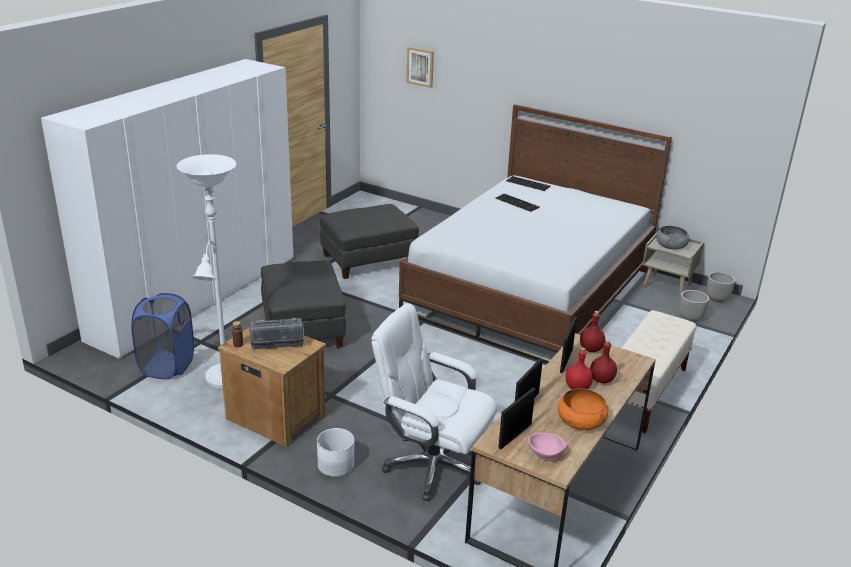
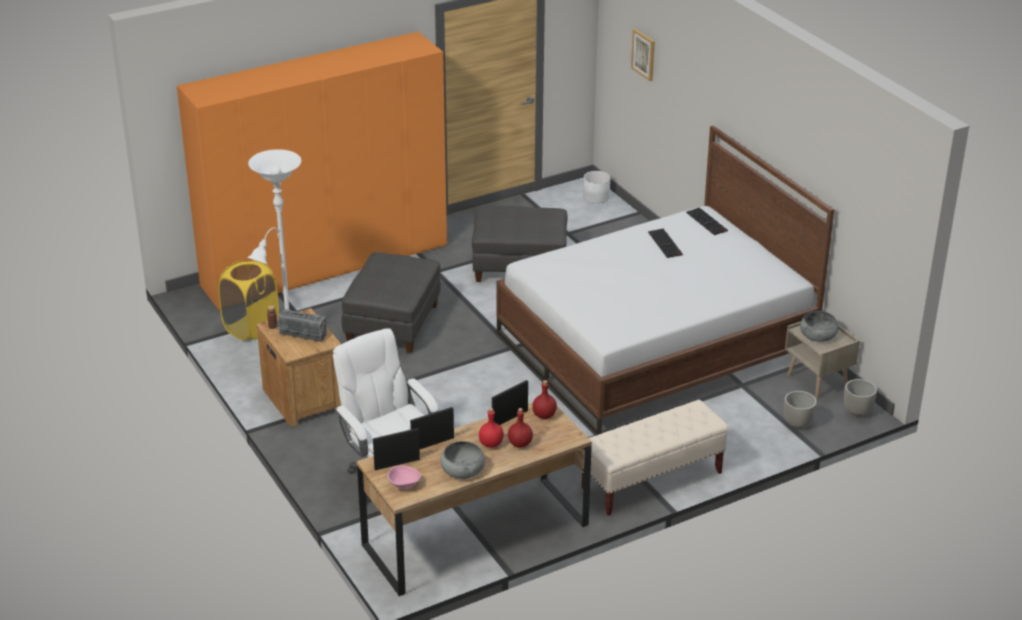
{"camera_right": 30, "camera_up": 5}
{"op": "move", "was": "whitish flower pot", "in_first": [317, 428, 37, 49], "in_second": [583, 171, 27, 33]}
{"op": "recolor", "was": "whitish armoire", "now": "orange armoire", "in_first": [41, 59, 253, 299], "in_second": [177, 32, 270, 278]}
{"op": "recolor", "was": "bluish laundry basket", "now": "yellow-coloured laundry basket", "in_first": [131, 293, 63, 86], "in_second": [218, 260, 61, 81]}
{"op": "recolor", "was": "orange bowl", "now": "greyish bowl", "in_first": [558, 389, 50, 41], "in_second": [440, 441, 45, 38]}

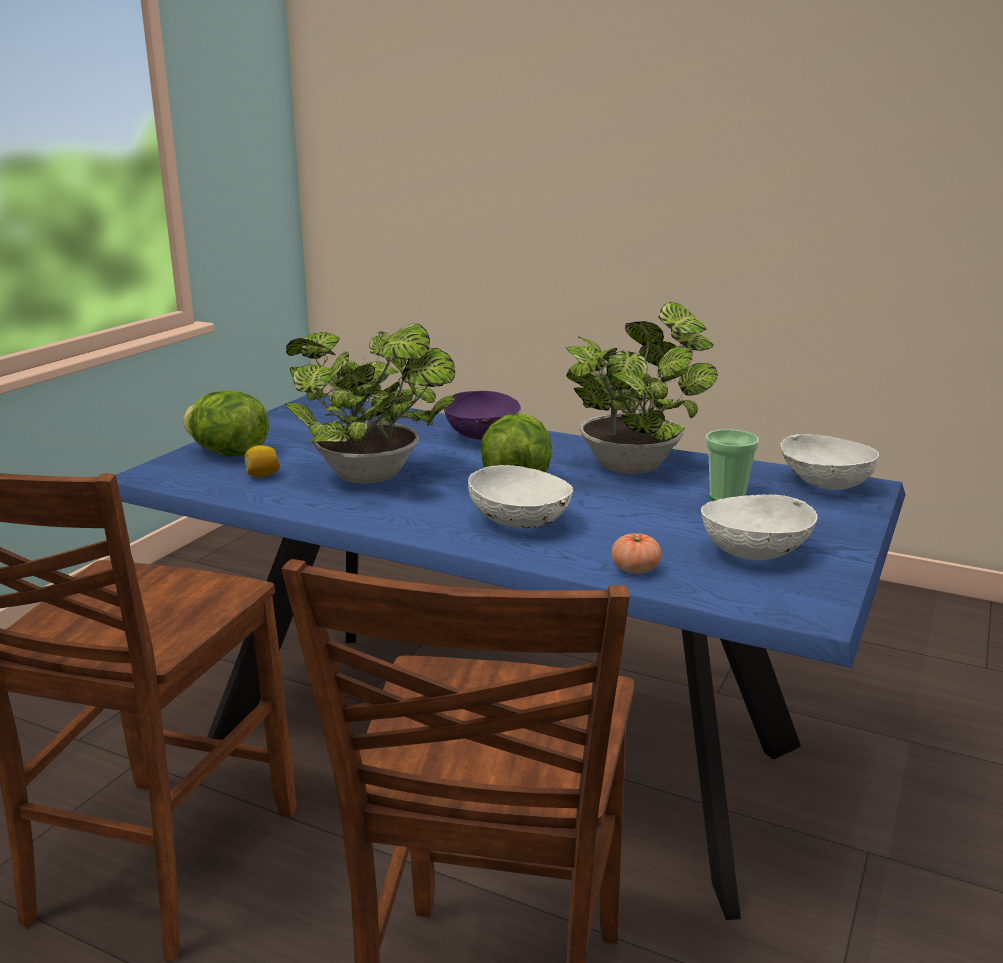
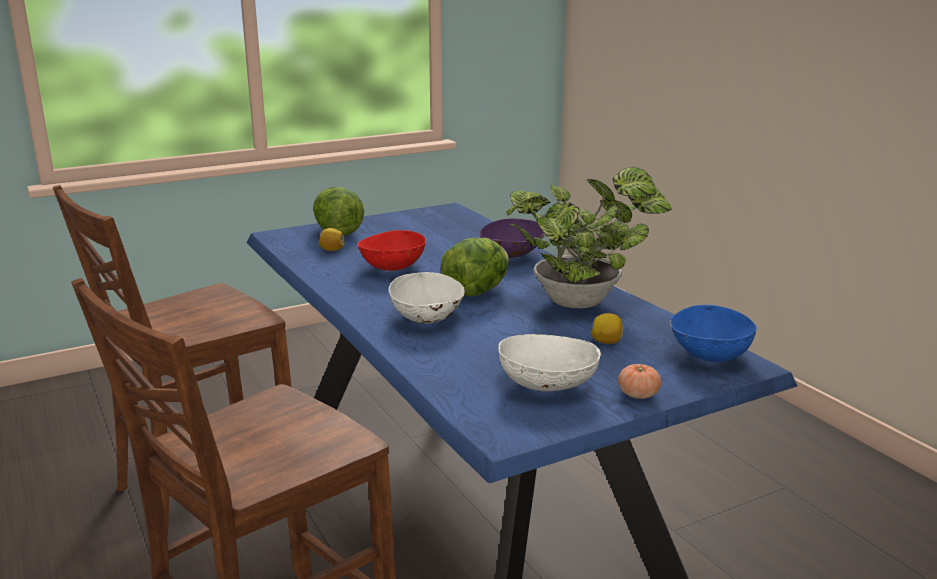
{"camera_right": 35, "camera_up": 0}
{"op": "move", "was": "fresh tomato", "in_first": [611, 533, 51, 41], "in_second": [618, 364, 43, 35]}
{"op": "replace", "was": "plant in a pot", "now": "red bowl", "in_first": [285, 324, 170, 159], "in_second": [357, 230, 69, 41]}
{"op": "replace", "was": "cup", "now": "lemon", "in_first": [705, 429, 54, 72], "in_second": [591, 313, 32, 31]}
{"op": "recolor", "was": "whitish bowl", "now": "bluish bowl", "in_first": [780, 434, 99, 56], "in_second": [670, 305, 87, 57]}

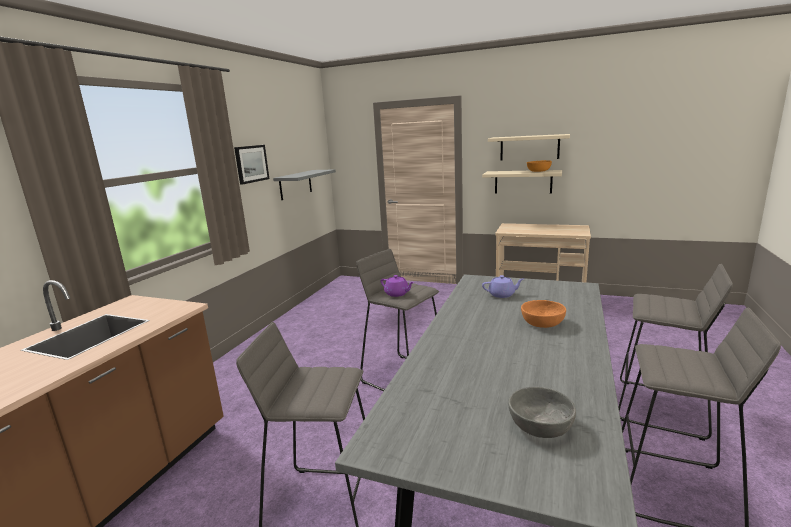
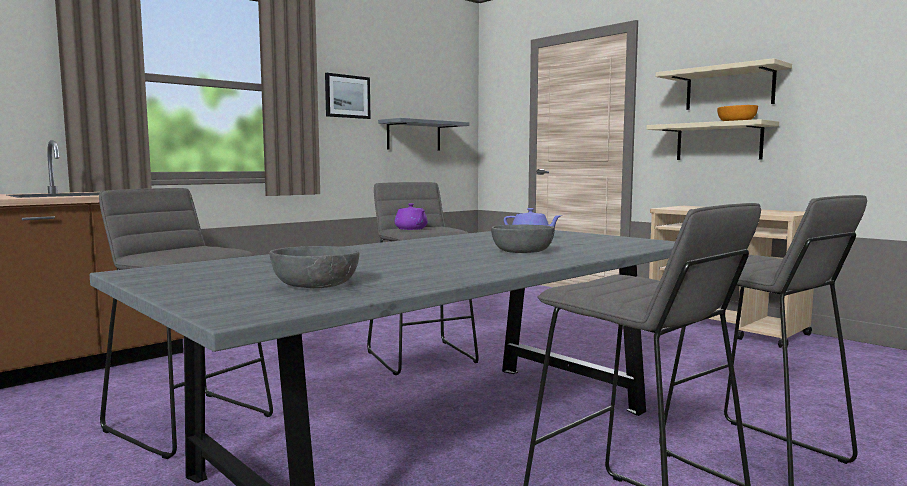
{"camera_right": 25, "camera_up": -10}
{"op": "recolor", "was": "orange bowl", "now": "greyish bowl", "in_first": [521, 300, 45, 28], "in_second": [491, 225, 64, 28]}

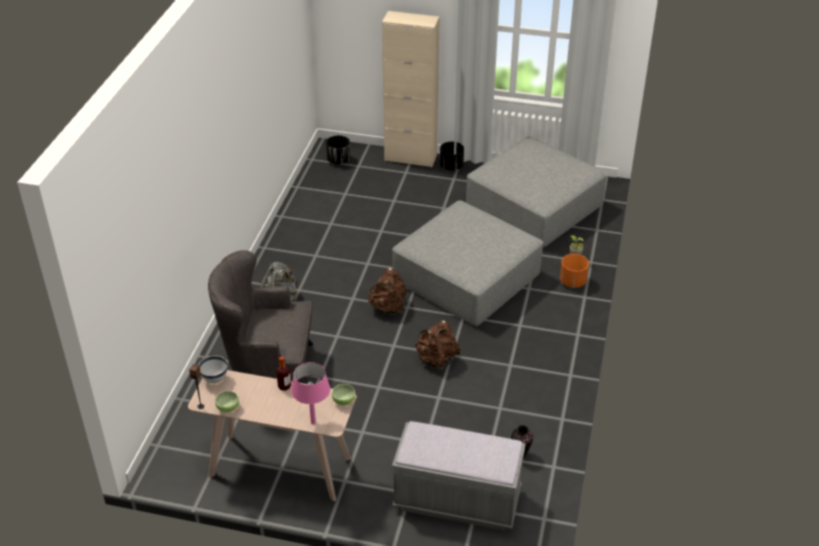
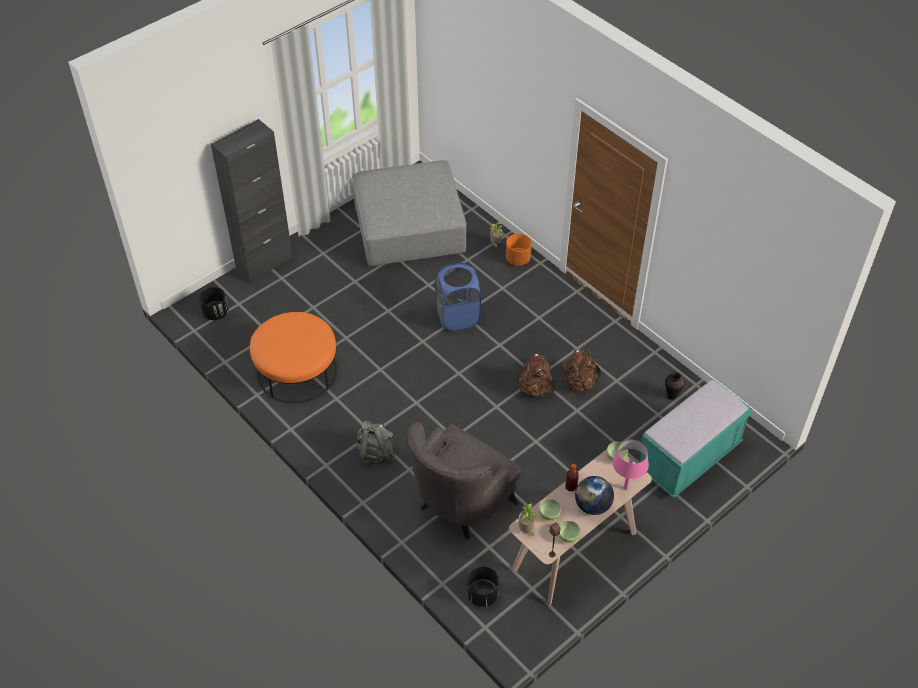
{"camera_right": -55, "camera_up": 10}
{"op": "insert", "now": "orange pouffe", "in_second": [250, 312, 87, 91]}
{"op": "insert", "now": "green-coloured bowl", "in_second": [539, 499, 22, 22]}
{"op": "insert", "now": "world globe", "in_second": [575, 476, 39, 39]}
{"op": "move", "was": "brown knapsack", "in_first": [368, 268, 39, 48], "in_second": [563, 349, 38, 43]}
{"op": "move", "was": "black-coloured flower pot", "in_first": [440, 141, 24, 30], "in_second": [467, 567, 32, 40]}
{"op": "replace", "was": "whitish bowl", "now": "plant in a pot", "in_first": [198, 355, 29, 28], "in_second": [518, 503, 18, 32]}
{"op": "replace", "was": "greyish pouffe", "now": "bluish laundry basket", "in_first": [392, 200, 151, 126], "in_second": [435, 263, 46, 68]}
{"op": "recolor", "was": "beige-coloured storage cabinet", "now": "black-coloured storage cabinet", "in_first": [382, 11, 58, 157], "in_second": [211, 119, 82, 164]}
{"op": "recolor", "was": "greyish bench", "now": "blue-green bench", "in_first": [392, 421, 133, 109], "in_second": [639, 379, 113, 119]}

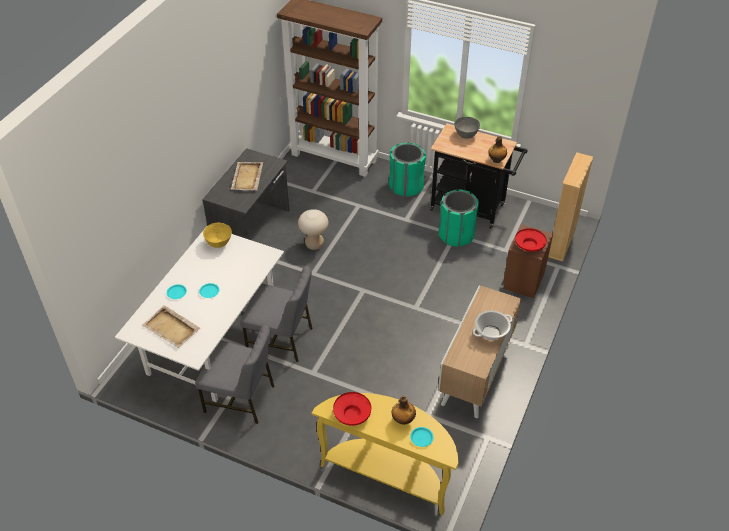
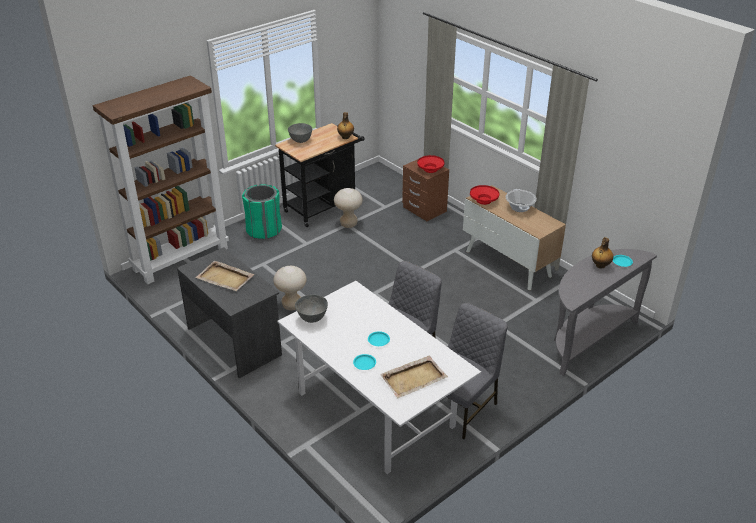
{"camera_right": -65, "camera_up": -10}
{"op": "delete", "was": "beige-coloured shelving unit", "in_first": [548, 152, 45, 110]}
{"op": "move", "was": "red bowl", "in_first": [333, 392, 38, 34], "in_second": [470, 185, 29, 20]}
{"op": "replace", "was": "green-coloured rubbish bin", "now": "beige-coloured stool", "in_first": [439, 189, 40, 58], "in_second": [334, 188, 29, 40]}
{"op": "recolor", "was": "yellow-coloured bowl", "now": "greyish bowl", "in_first": [203, 223, 29, 25], "in_second": [295, 295, 33, 28]}
{"op": "recolor", "was": "yellow-coloured console table", "now": "greyish console table", "in_first": [312, 393, 147, 123], "in_second": [554, 249, 103, 127]}

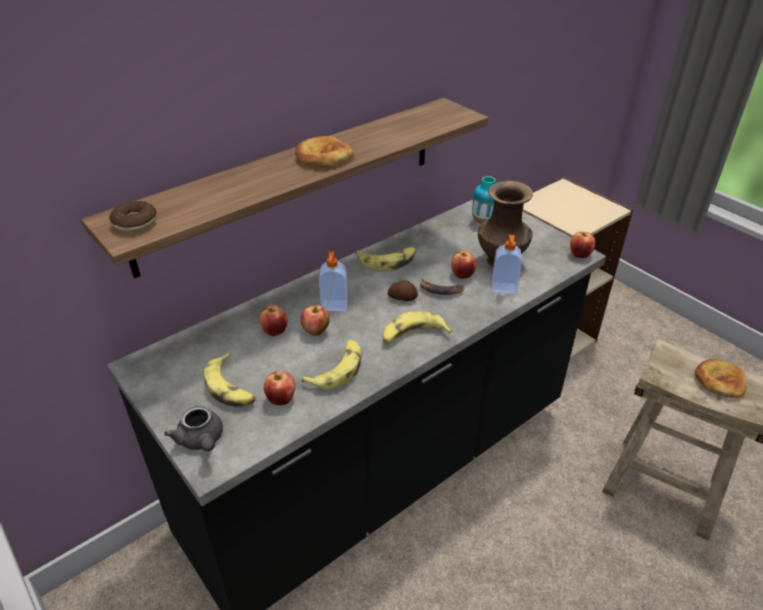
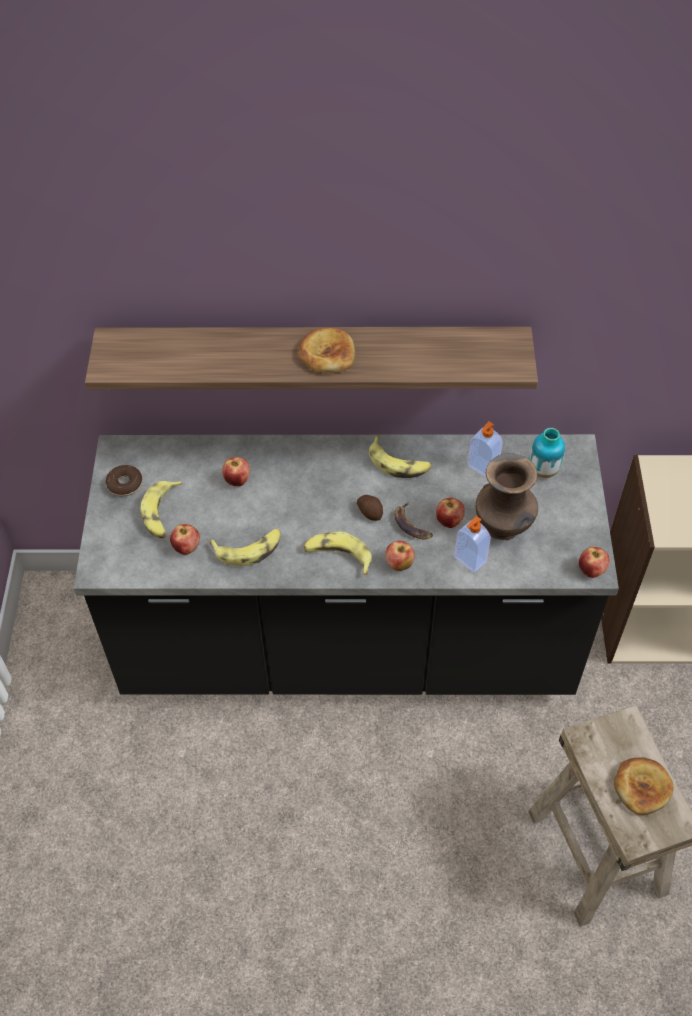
{"camera_right": 40, "camera_up": 15}
{"op": "delete", "was": "greyish teapot", "in_first": [164, 405, 59, 46]}
{"op": "move", "was": "ring doughnut", "in_first": [109, 201, 48, 31], "in_second": [106, 465, 36, 31]}
{"op": "move", "was": "apple fruit", "in_first": [300, 305, 30, 30], "in_second": [385, 541, 30, 30]}
{"op": "move", "was": "liquid soap bottle", "in_first": [319, 252, 29, 59], "in_second": [468, 421, 35, 56]}

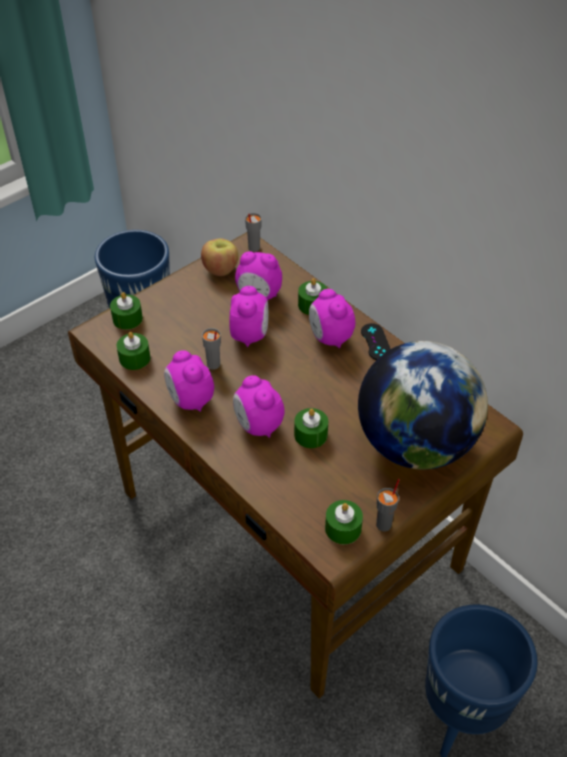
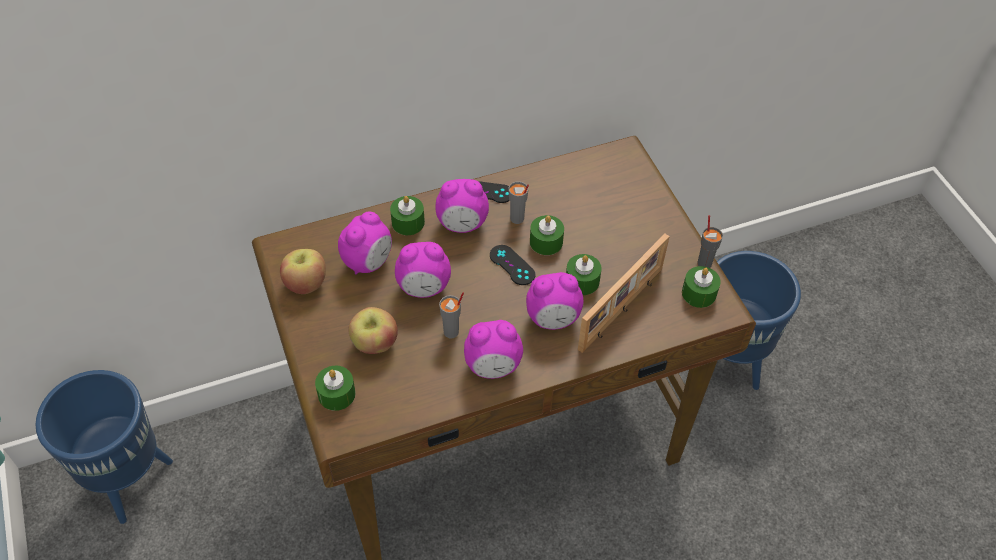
{"camera_right": -70, "camera_up": 5}
{"op": "delete", "was": "world globe", "in_first": [358, 341, 130, 129]}
{"op": "insert", "now": "apple fruit", "in_second": [348, 307, 50, 47]}
{"op": "insert", "now": "black-coloured gamepad", "in_second": [490, 245, 45, 40]}
{"op": "insert", "now": "picture frame", "in_second": [578, 234, 92, 119]}
{"op": "move", "was": "green-coloured candle", "in_first": [117, 332, 33, 38], "in_second": [530, 215, 34, 40]}
{"op": "move", "was": "greyish cup", "in_first": [245, 213, 17, 39], "in_second": [509, 181, 20, 43]}
{"op": "rotate", "was": "alarm clock", "in_first": [229, 286, 40, 61], "in_second": [395, 242, 56, 56], "clockwise": 150}

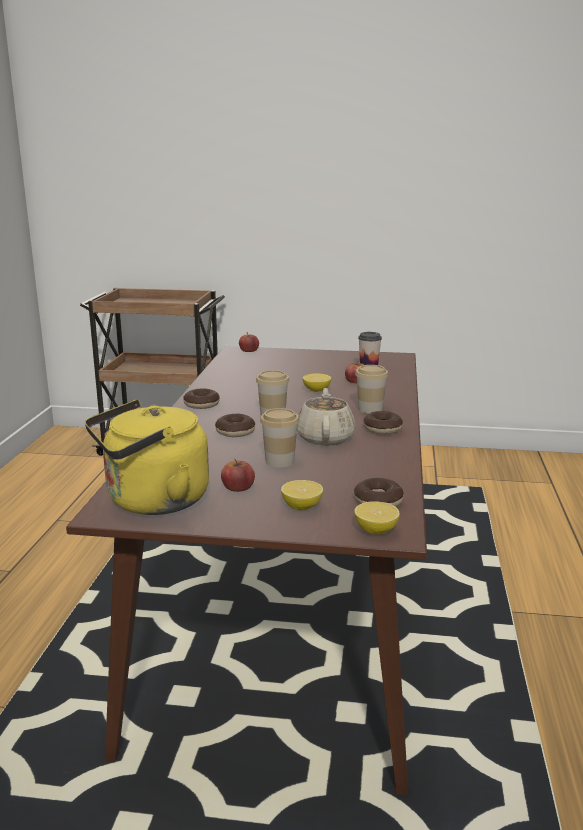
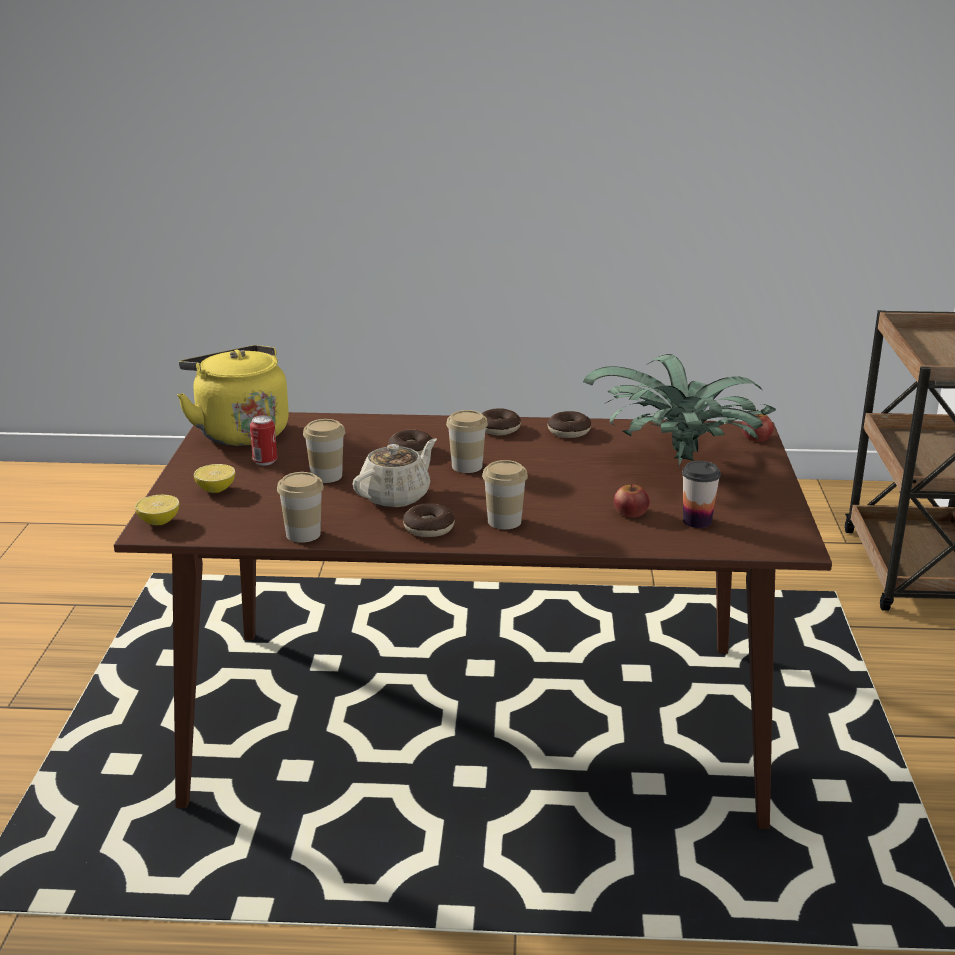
{"camera_right": 85, "camera_up": 5}
{"op": "delete", "was": "lemon", "in_first": [303, 373, 28, 19]}
{"op": "insert", "now": "cup", "in_second": [277, 472, 47, 71]}
{"op": "insert", "now": "plant in a pot", "in_second": [583, 354, 193, 115]}
{"op": "move", "was": "ring doughnut", "in_first": [354, 478, 50, 29], "in_second": [548, 411, 43, 27]}
{"op": "replace", "was": "apple fruit", "now": "can", "in_first": [221, 459, 34, 33], "in_second": [250, 415, 27, 51]}
{"op": "rotate", "was": "beige-coloured teapot", "in_first": [297, 388, 59, 58], "in_second": [352, 438, 85, 69], "clockwise": -45}

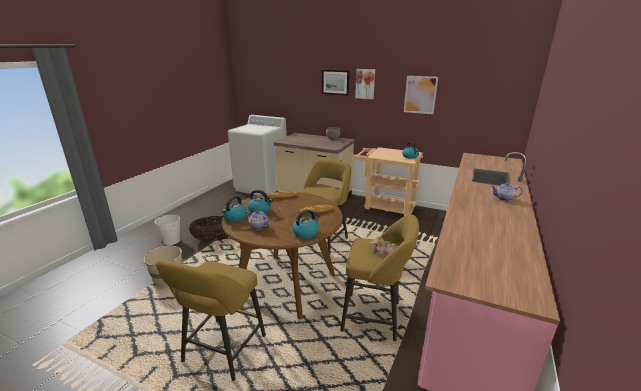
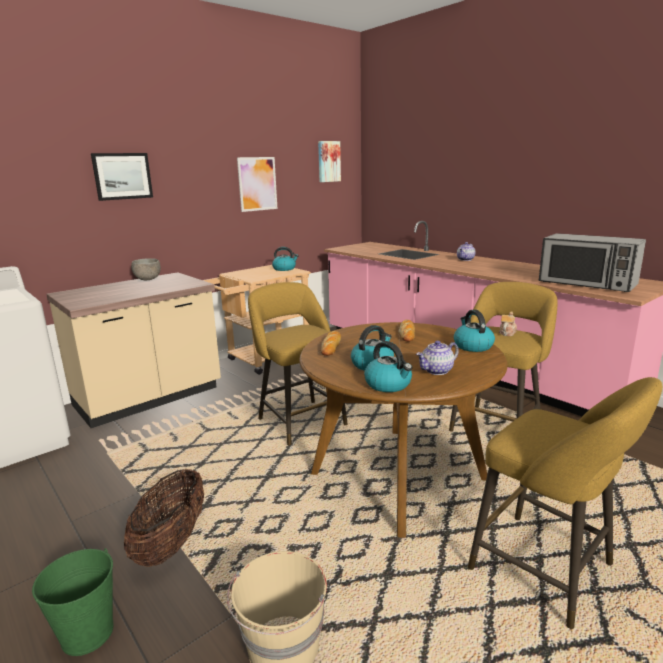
{"camera_right": -65, "camera_up": -5}
{"op": "insert", "now": "microwave oven", "in_second": [539, 233, 107, 59]}
{"op": "move", "was": "wall picture", "in_first": [355, 69, 20, 30], "in_second": [318, 141, 23, 41]}
{"op": "recolor", "was": "whitish water bucket", "now": "green-coloured water bucket", "in_first": [155, 215, 25, 30], "in_second": [32, 548, 82, 108]}

